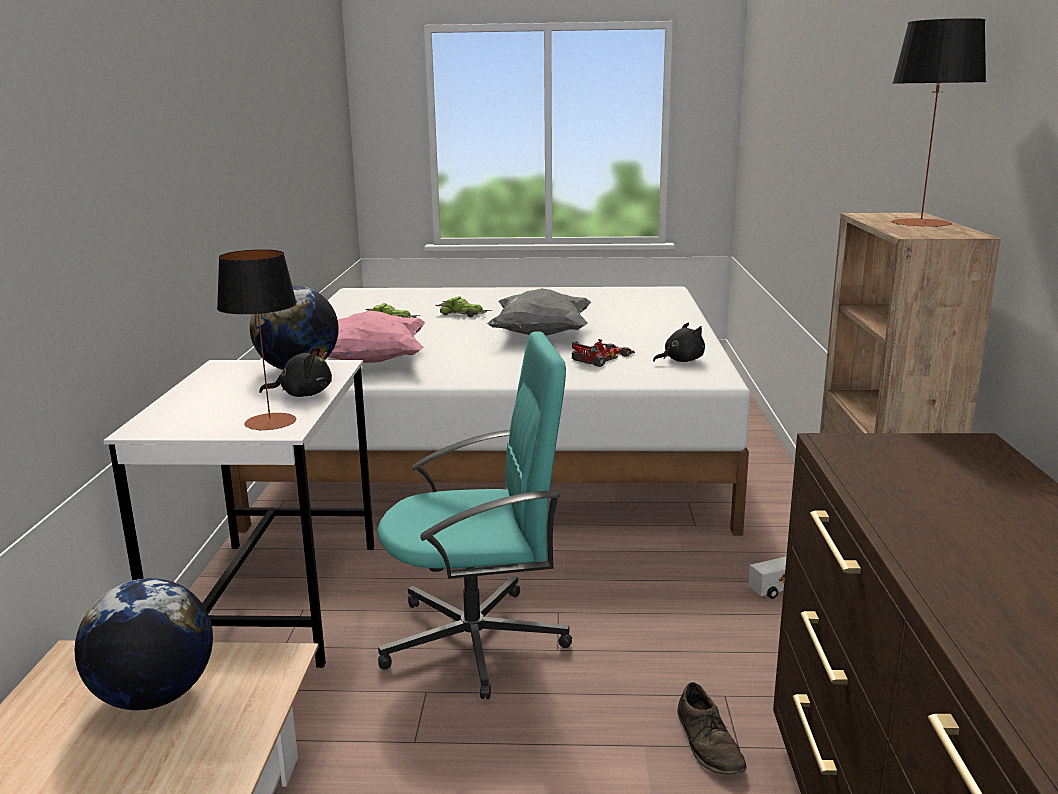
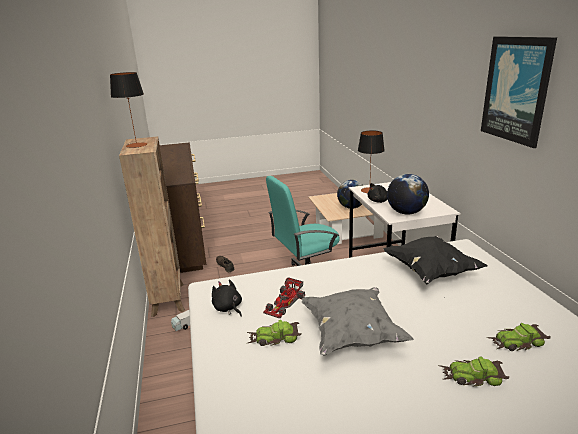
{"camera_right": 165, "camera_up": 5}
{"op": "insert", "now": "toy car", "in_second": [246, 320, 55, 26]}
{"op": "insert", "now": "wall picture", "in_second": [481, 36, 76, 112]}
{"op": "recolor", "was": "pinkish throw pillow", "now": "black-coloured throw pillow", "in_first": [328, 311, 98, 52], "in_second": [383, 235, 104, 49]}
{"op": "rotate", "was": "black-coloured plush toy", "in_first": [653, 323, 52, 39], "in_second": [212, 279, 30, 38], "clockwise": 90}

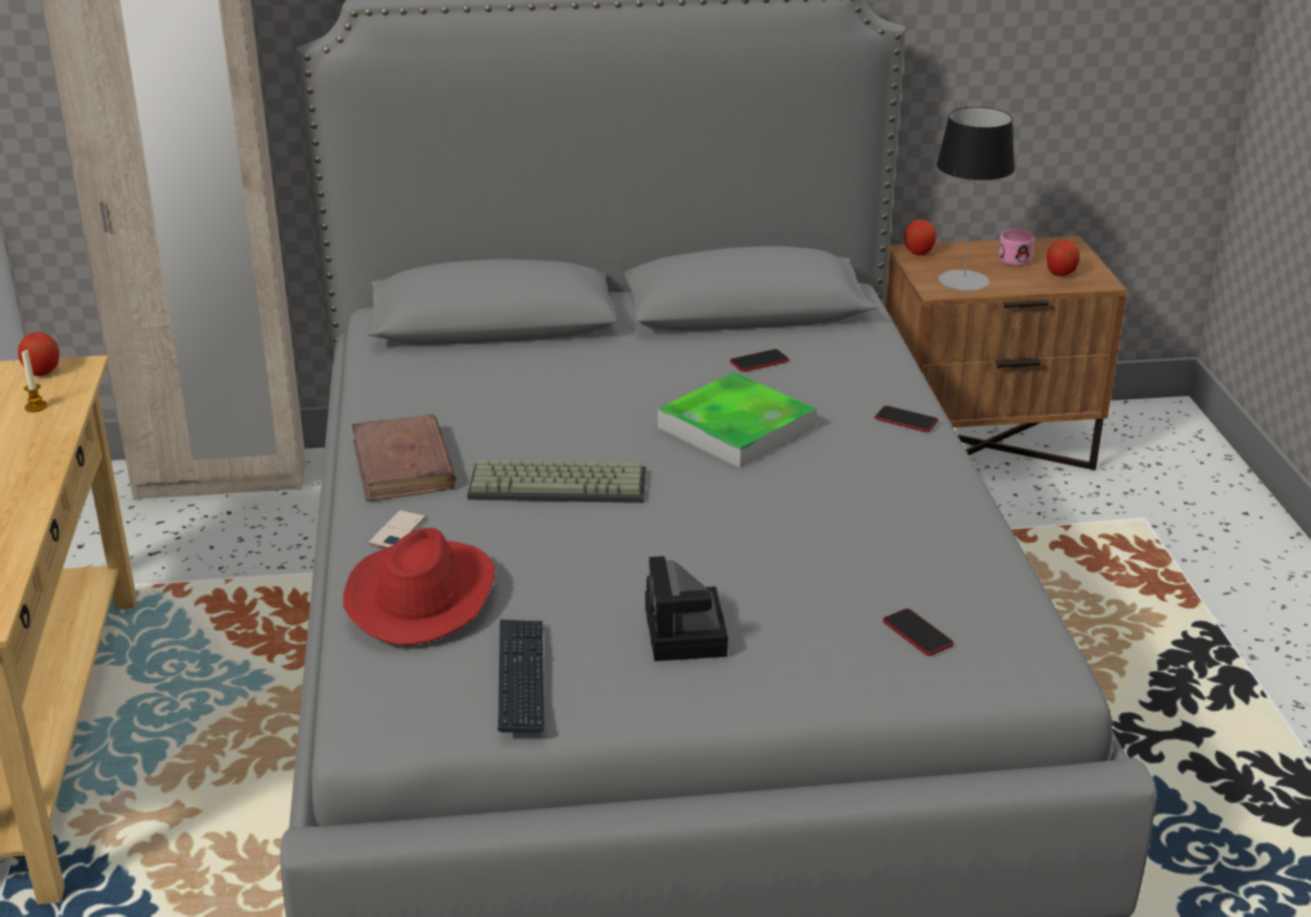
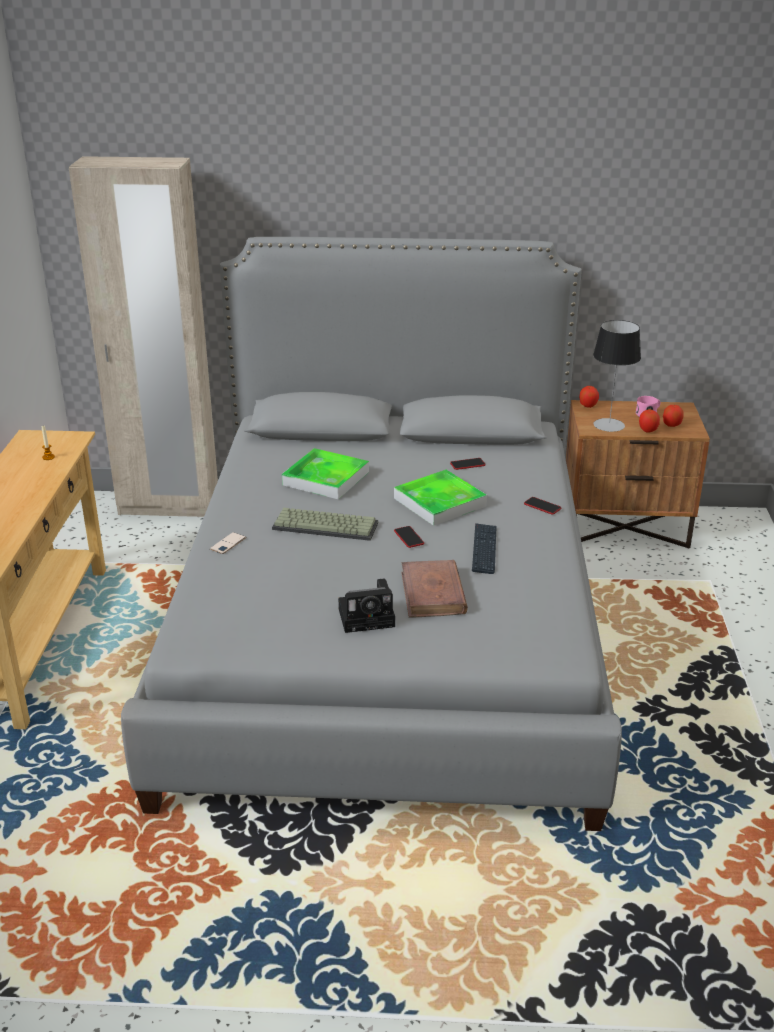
{"camera_right": 10, "camera_up": 0}
{"op": "delete", "was": "red clothing hat", "in_first": [343, 528, 153, 118]}
{"op": "insert", "now": "serving tray", "in_second": [282, 448, 87, 51]}
{"op": "move", "was": "apple fruit", "in_first": [18, 332, 41, 44], "in_second": [639, 410, 21, 23]}
{"op": "move", "was": "brown bound book", "in_first": [352, 414, 104, 87], "in_second": [401, 560, 67, 58]}
{"op": "move", "was": "PC keyboard", "in_first": [498, 619, 47, 114], "in_second": [472, 523, 25, 51]}
{"op": "move", "was": "phone", "in_first": [883, 609, 71, 47], "in_second": [394, 526, 30, 22]}
{"op": "rotate", "was": "photo camera", "in_first": [645, 556, 83, 105], "in_second": [338, 579, 57, 54], "clockwise": -105}

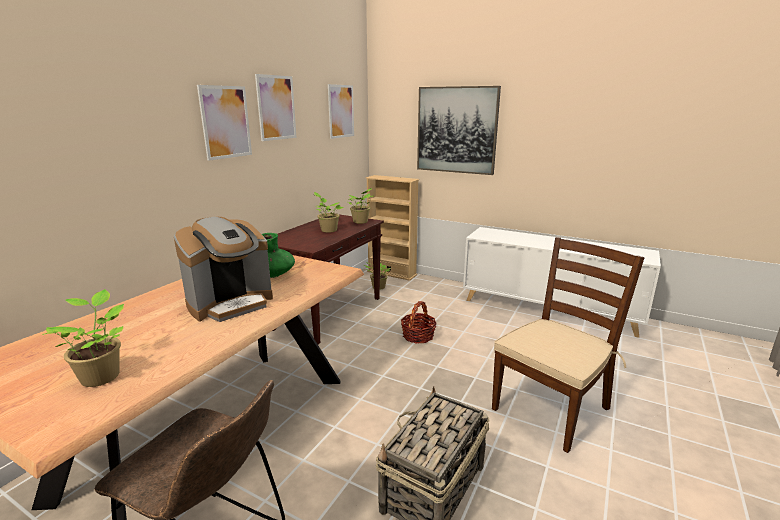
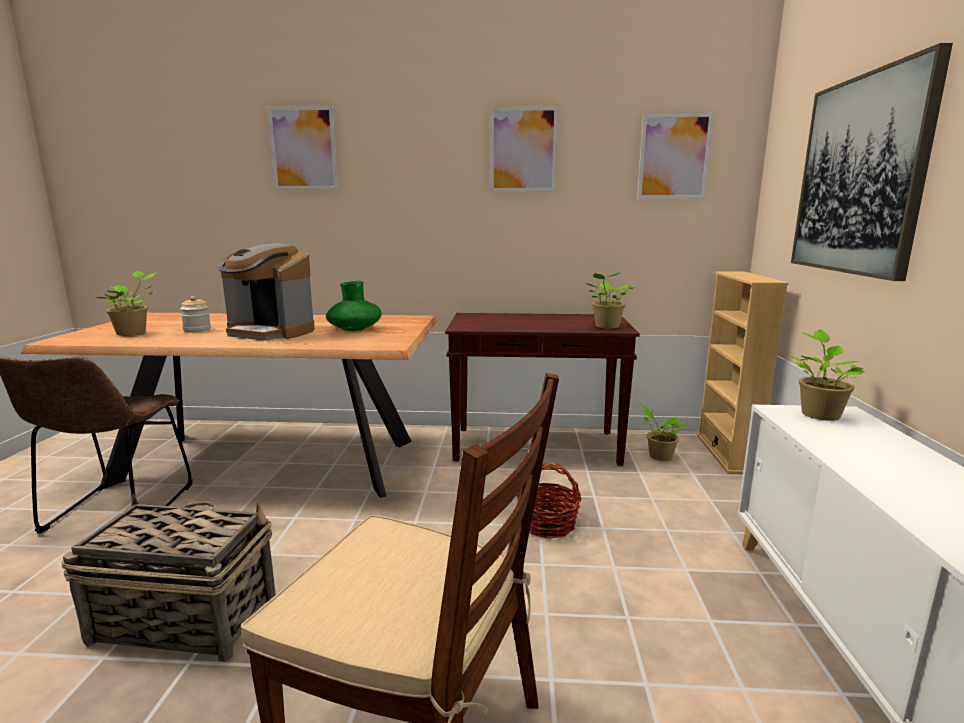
{"camera_right": 65, "camera_up": -5}
{"op": "insert", "now": "preserve jar", "in_second": [180, 296, 31, 36]}
{"op": "move", "was": "wall picture", "in_first": [197, 85, 55, 76], "in_second": [267, 106, 71, 84]}
{"op": "move", "was": "plant in a pot", "in_first": [314, 192, 30, 41], "in_second": [790, 329, 76, 92]}

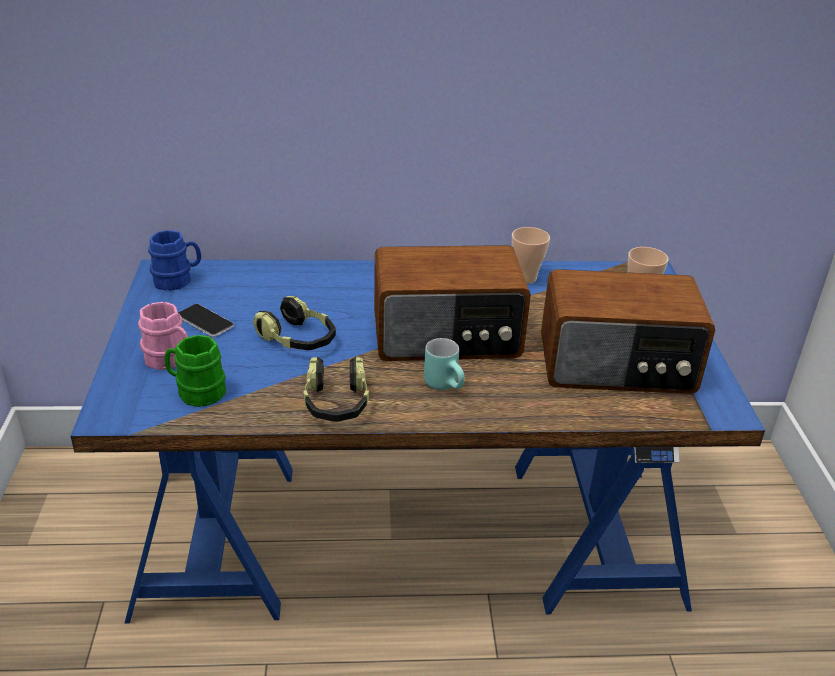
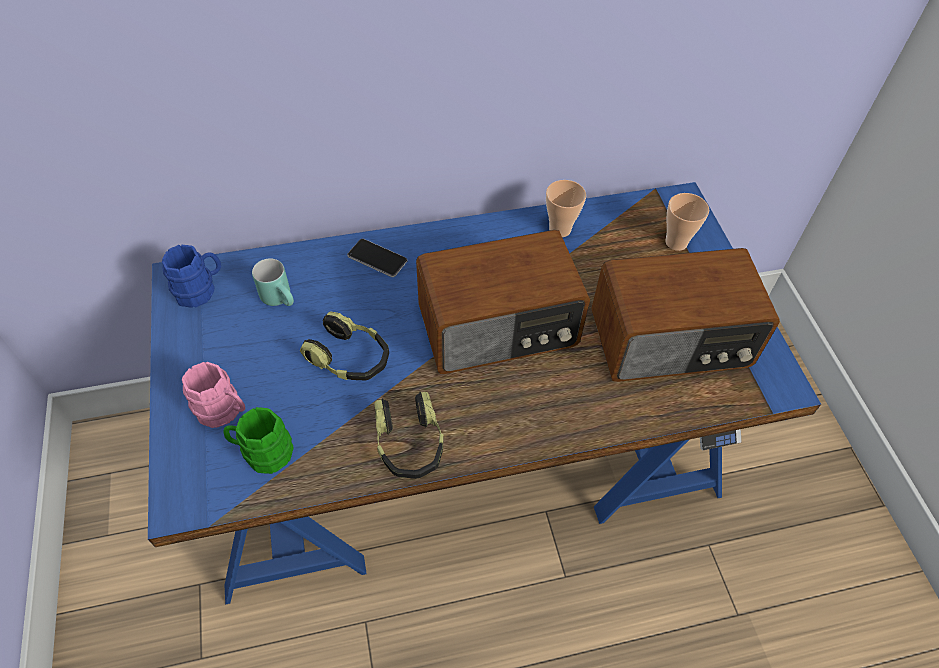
{"camera_right": -10, "camera_up": 20}
{"op": "move", "was": "phone", "in_first": [178, 304, 56, 33], "in_second": [347, 239, 60, 38]}
{"op": "move", "was": "blue-green tea mug", "in_first": [424, 338, 41, 52], "in_second": [252, 259, 42, 47]}

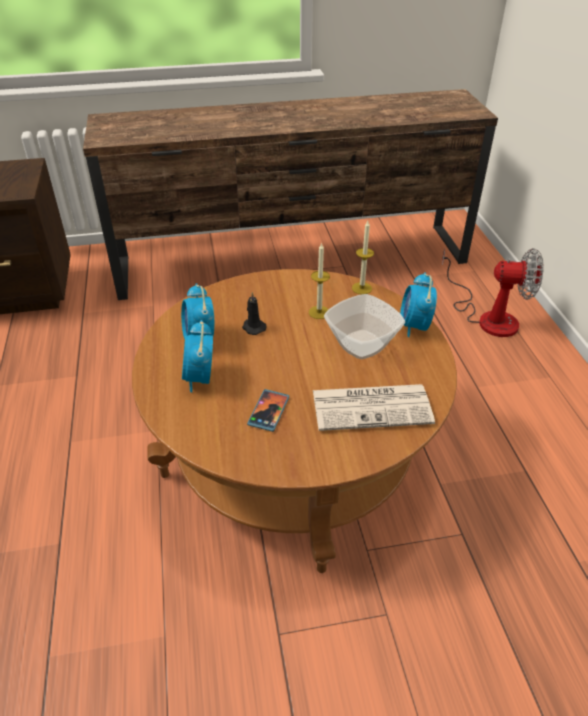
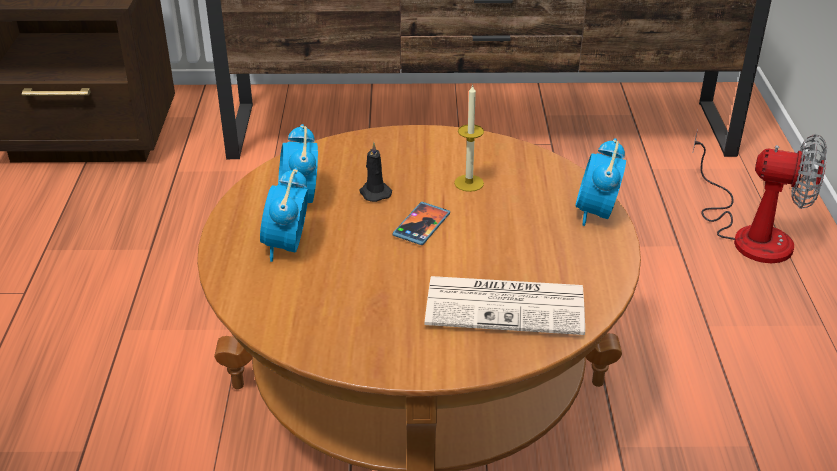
{"camera_right": 10, "camera_up": -5}
{"op": "delete", "was": "bowl", "in_first": [324, 294, 81, 65]}
{"op": "delete", "was": "candle", "in_first": [352, 221, 22, 73]}
{"op": "move", "was": "phone", "in_first": [247, 389, 42, 43], "in_second": [393, 202, 57, 43]}

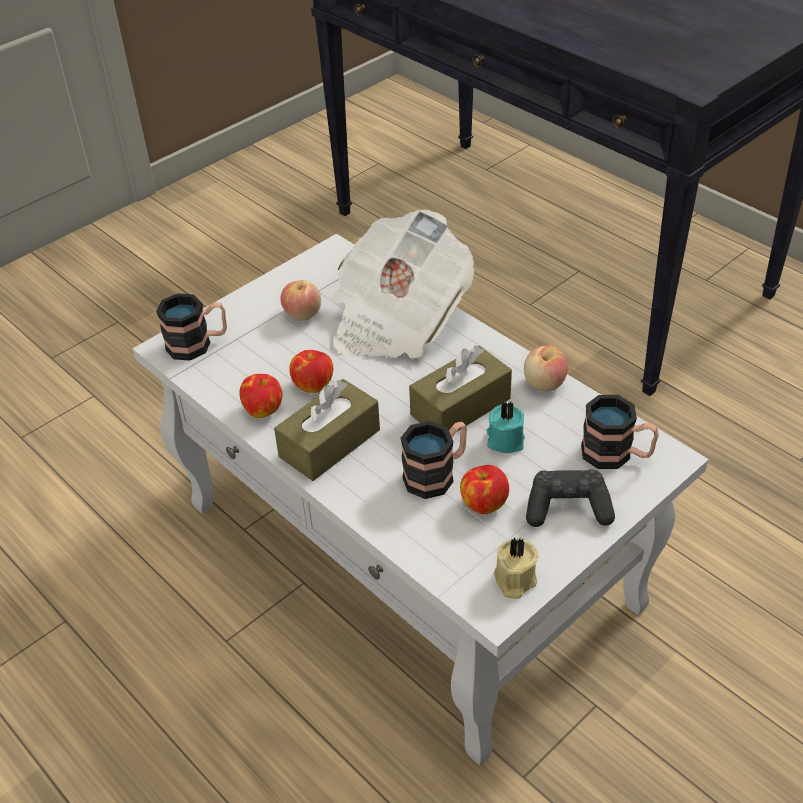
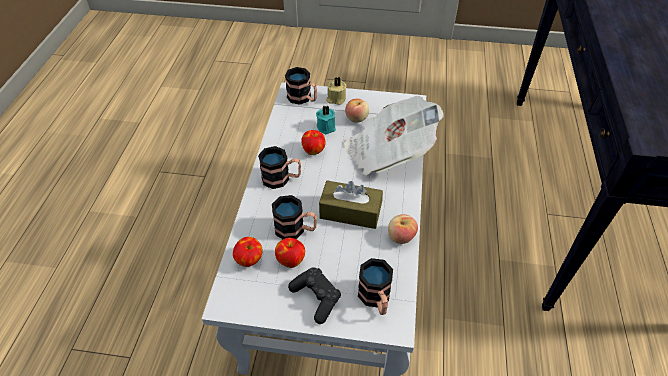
{"camera_right": 50, "camera_up": 5}
{"op": "move", "was": "apple fruit", "in_first": [239, 374, 43, 44], "in_second": [233, 237, 29, 30]}
{"op": "move", "was": "blue-green candle", "in_first": [487, 400, 38, 53], "in_second": [316, 105, 20, 29]}
{"op": "move", "was": "beige-coloured candle", "in_first": [494, 537, 45, 62], "in_second": [326, 77, 20, 28]}
{"op": "replace", "was": "brown tissue holder", "now": "tea mug", "in_first": [274, 379, 106, 102], "in_second": [258, 146, 43, 43]}

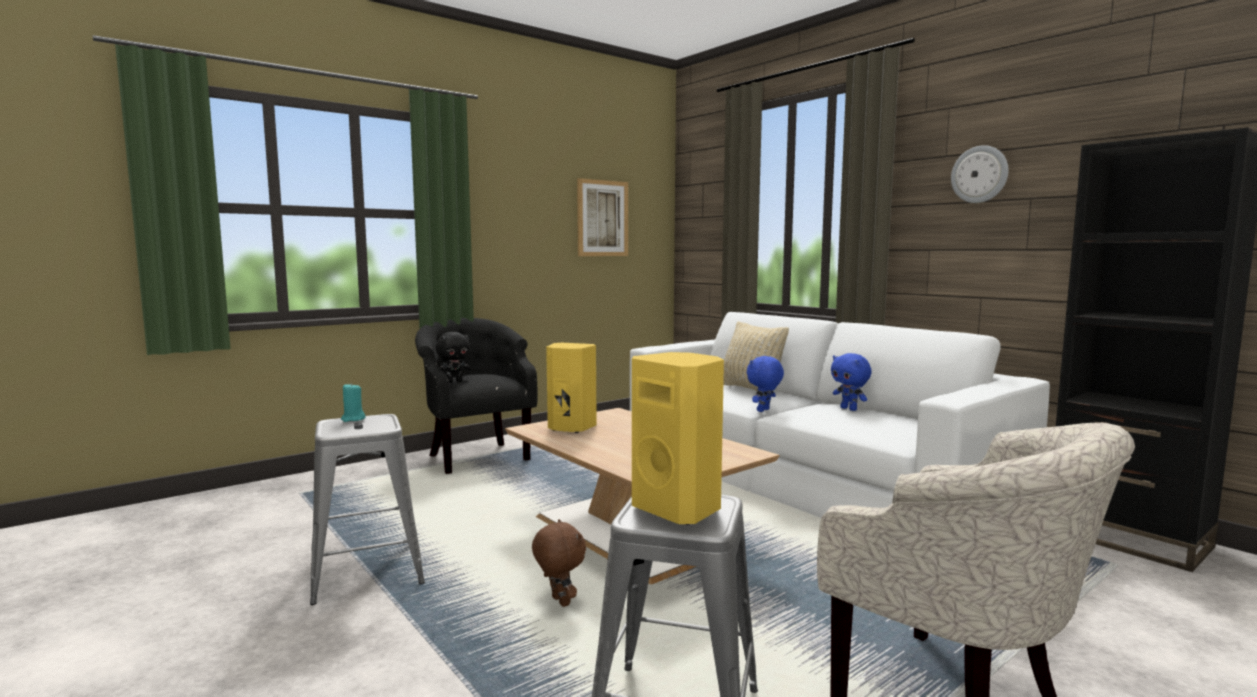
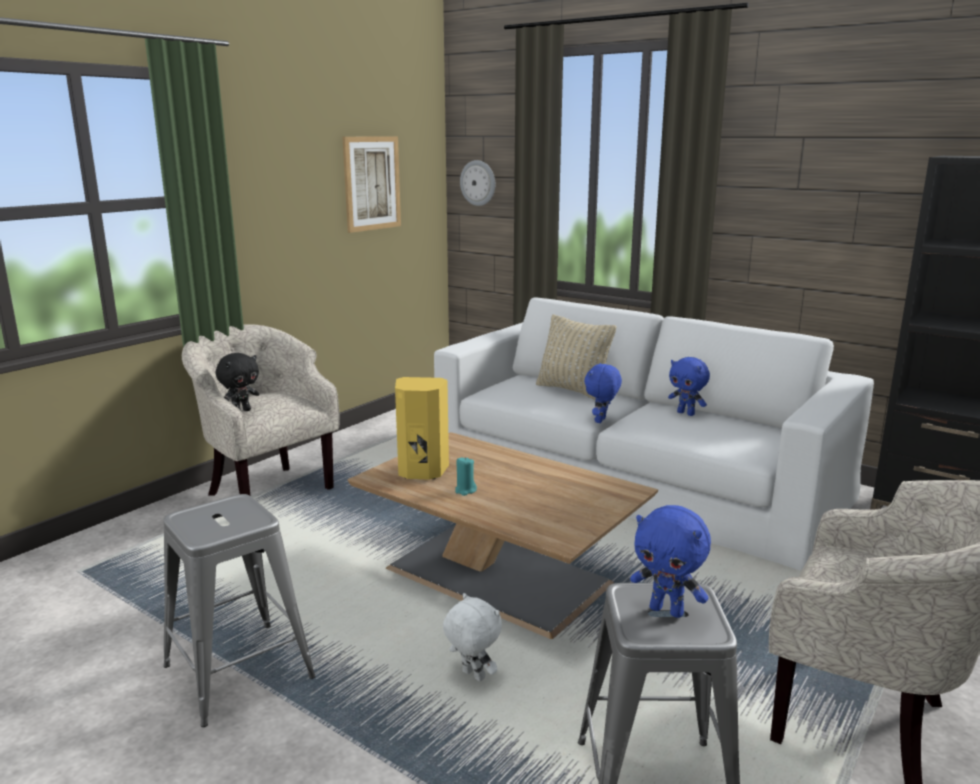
{"camera_right": -15, "camera_up": 10}
{"op": "move", "was": "blue-green candle", "in_first": [341, 383, 25, 39], "in_second": [455, 457, 22, 39]}
{"op": "move", "was": "clock on the wall", "in_first": [951, 145, 57, 58], "in_second": [460, 160, 35, 46]}
{"op": "replace", "was": "yellow-coloured loudspeaker", "now": "bluish plush toy", "in_first": [632, 352, 92, 173], "in_second": [630, 505, 81, 113]}
{"op": "recolor", "was": "black-coloured armchair", "now": "beige-coloured armchair", "in_first": [415, 318, 123, 156], "in_second": [182, 324, 158, 172]}
{"op": "recolor", "was": "brown plush toy", "now": "whitish plush toy", "in_first": [532, 519, 54, 88], "in_second": [443, 593, 59, 88]}

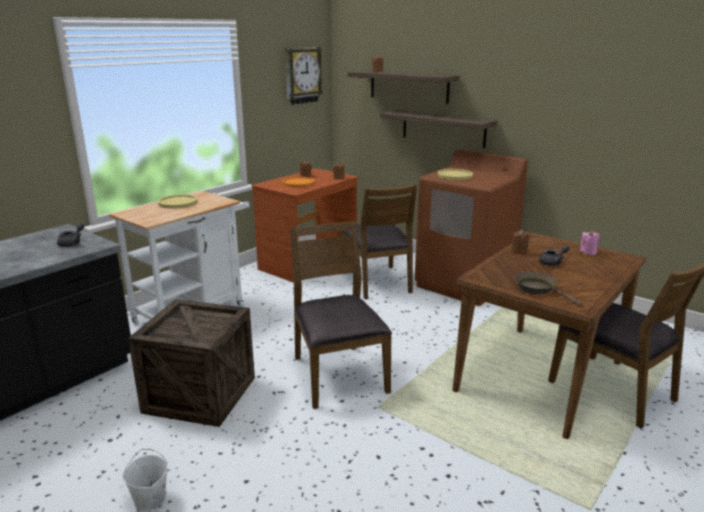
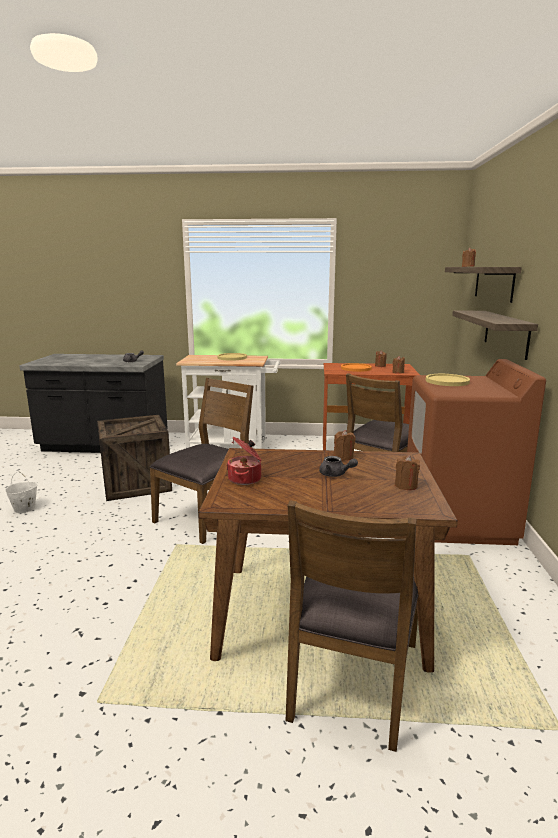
{"camera_right": 55, "camera_up": -5}
{"op": "delete", "was": "clock on the wall", "in_first": [285, 47, 38, 58]}
{"op": "replace", "was": "brown pan", "now": "cooking pot", "in_first": [515, 272, 68, 34], "in_second": [226, 437, 35, 48]}
{"op": "recolor", "was": "pinkish candle", "now": "brown candle", "in_first": [580, 230, 20, 25], "in_second": [395, 455, 25, 35]}

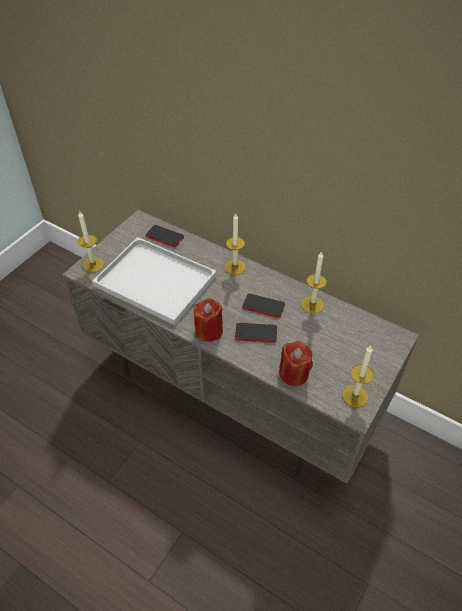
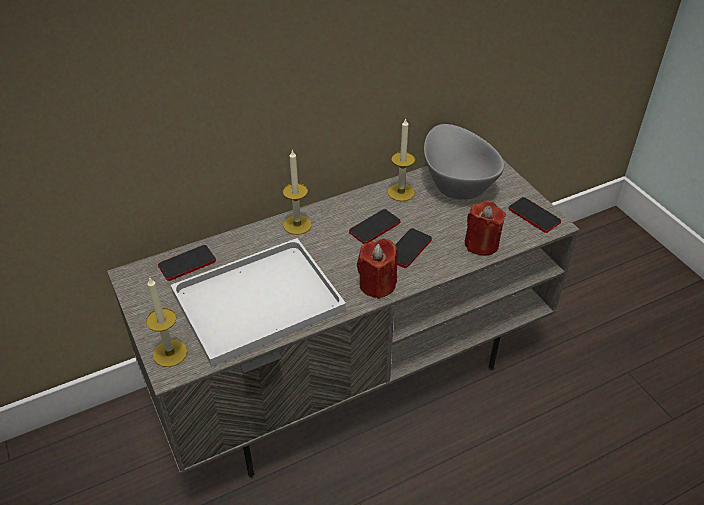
{"camera_right": -60, "camera_up": -5}
{"op": "insert", "now": "greyish bowl", "in_second": [424, 124, 80, 76]}
{"op": "replace", "was": "candle", "now": "phone", "in_first": [342, 346, 32, 62], "in_second": [509, 197, 52, 36]}

